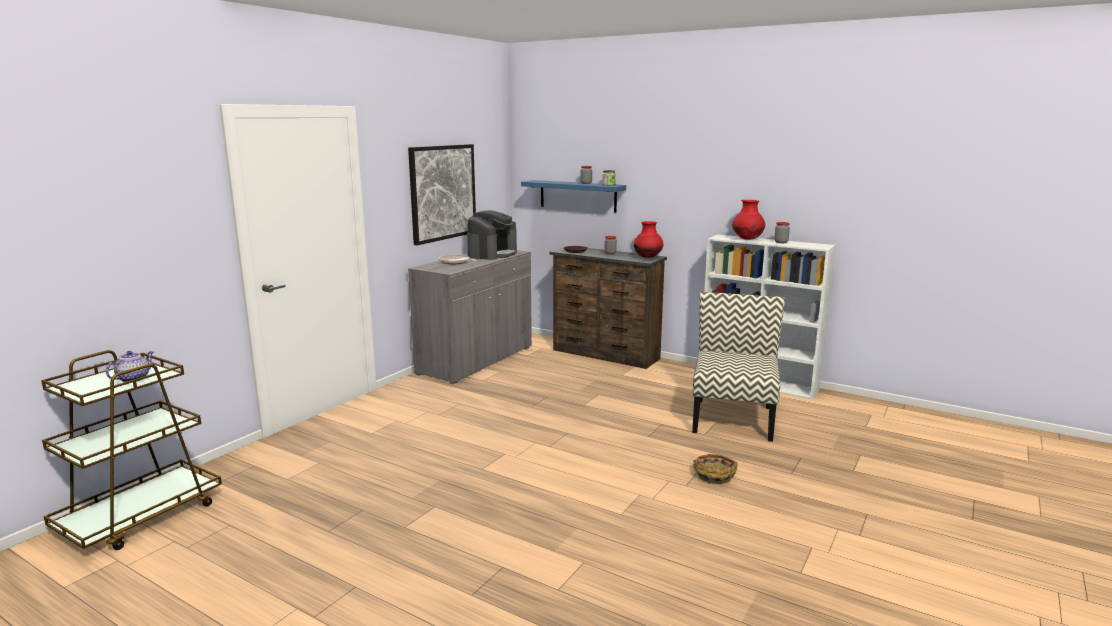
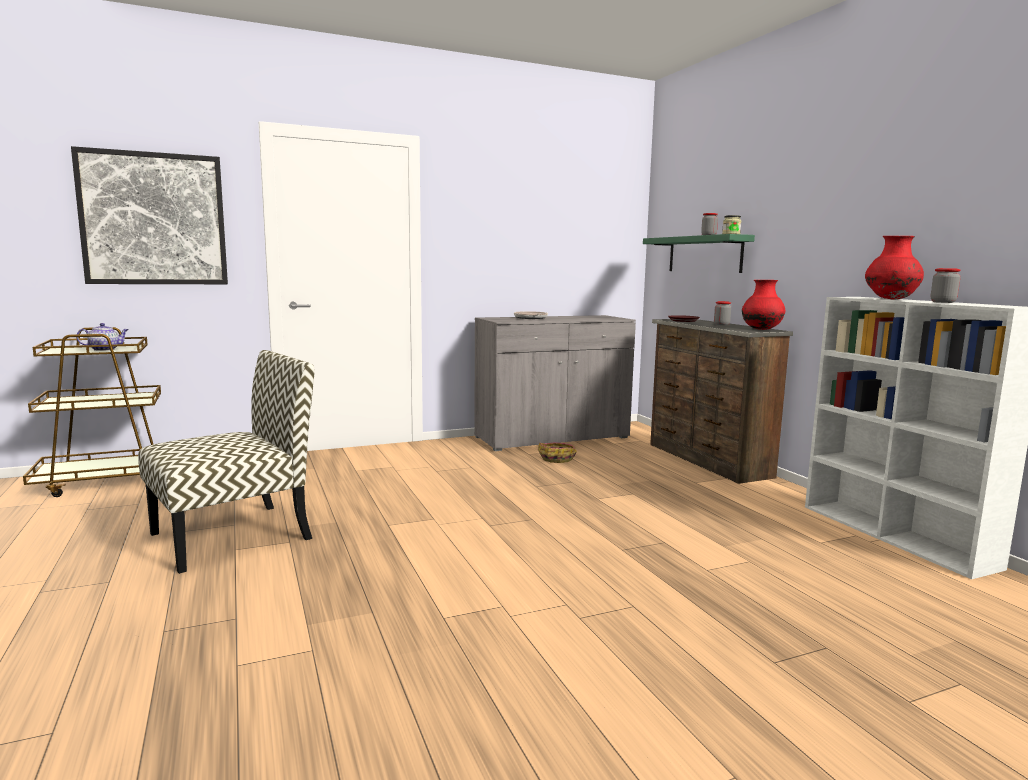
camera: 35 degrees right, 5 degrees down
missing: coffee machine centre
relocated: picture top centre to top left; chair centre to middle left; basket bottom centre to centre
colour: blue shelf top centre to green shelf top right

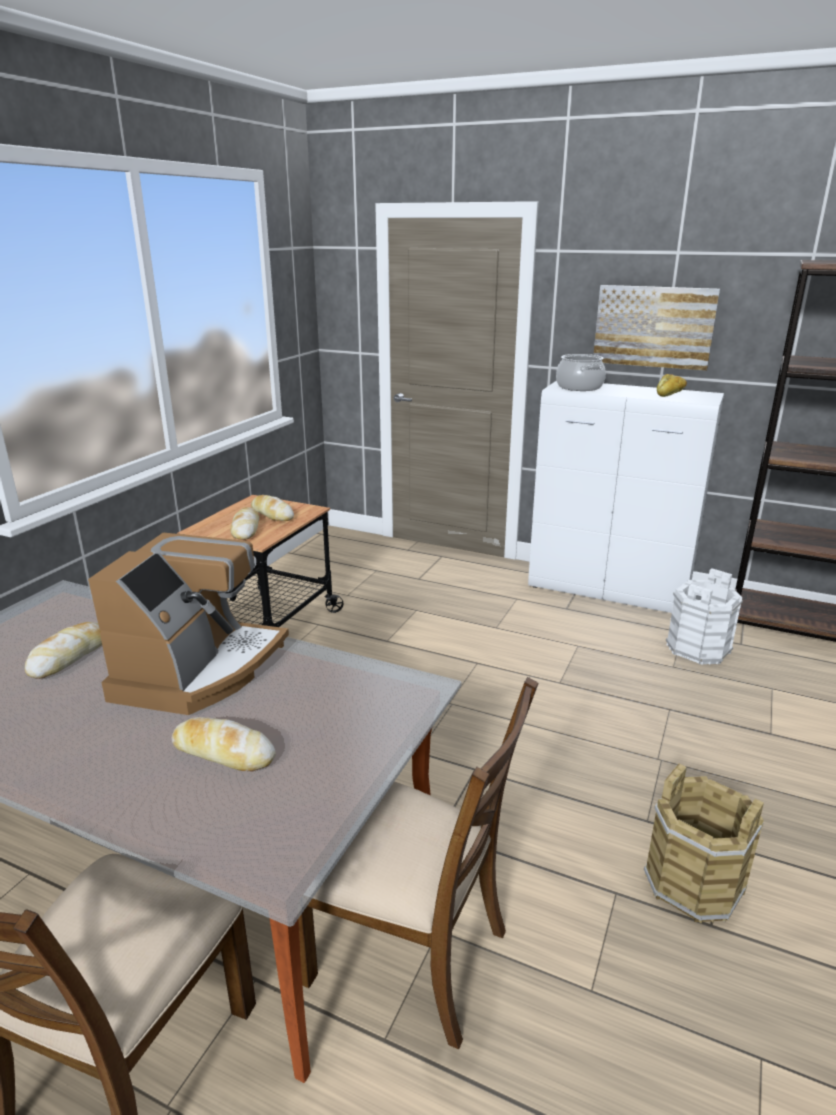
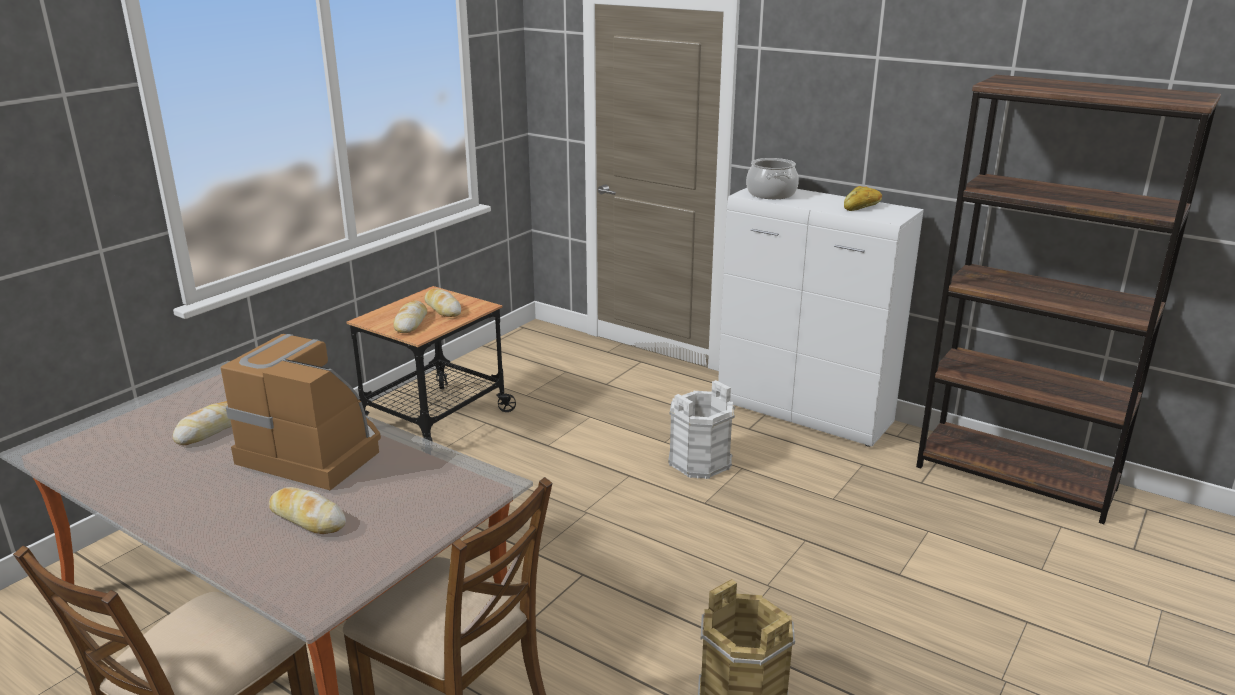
camera: 10 degrees right, 0 degrees up
missing: picture top right
relocated: white bucket middle right to centre
spun: coffee machine middle left = middle left 90 degrees counterclockwise

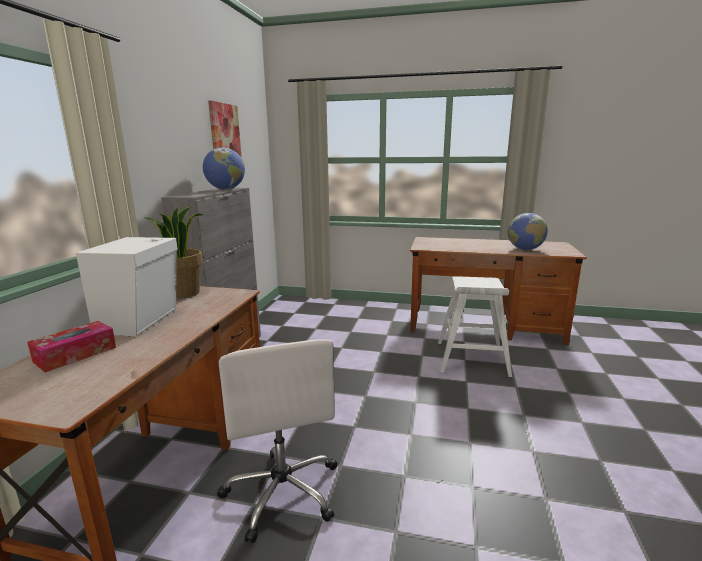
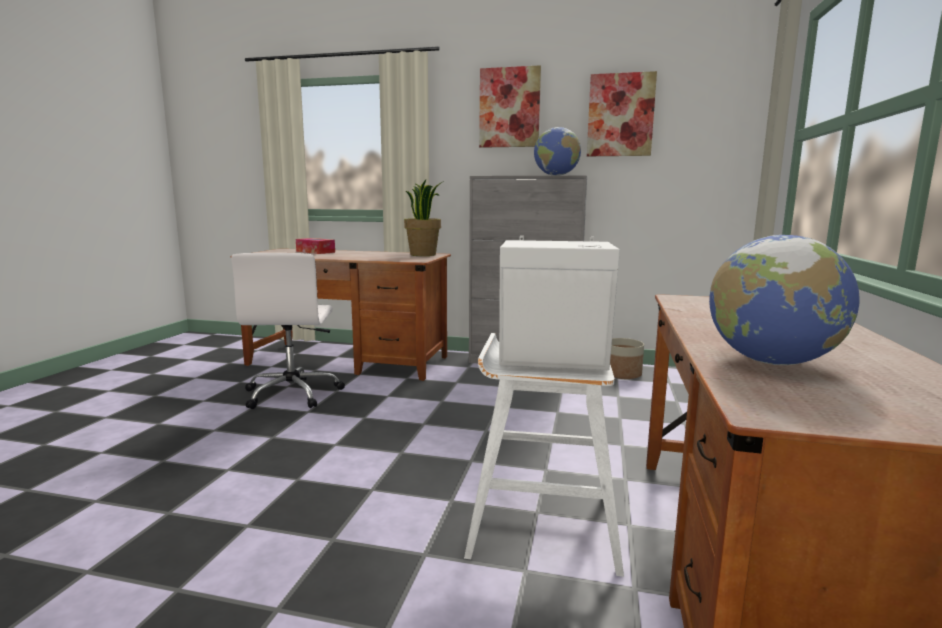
camera: 90 degrees right, 5 degrees down
appeared: picture (no. 1 from left) top centre; planter centre
relocated: white speaker middle left to centre
spun: white office chair bottom centre = middle left 75 degrees counterclockwise

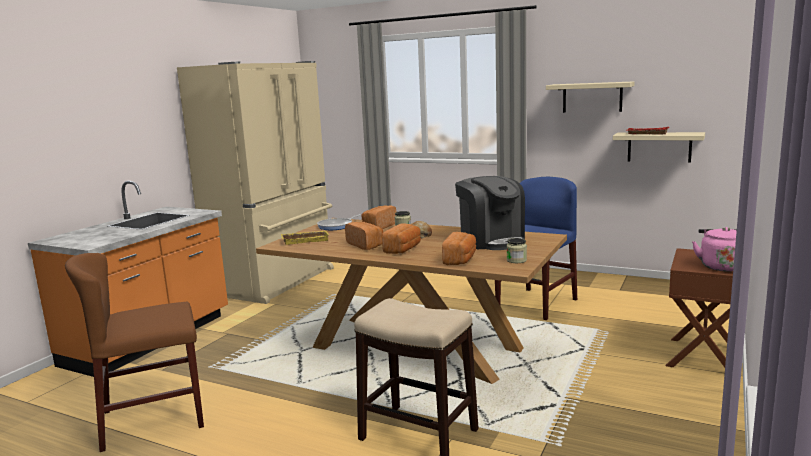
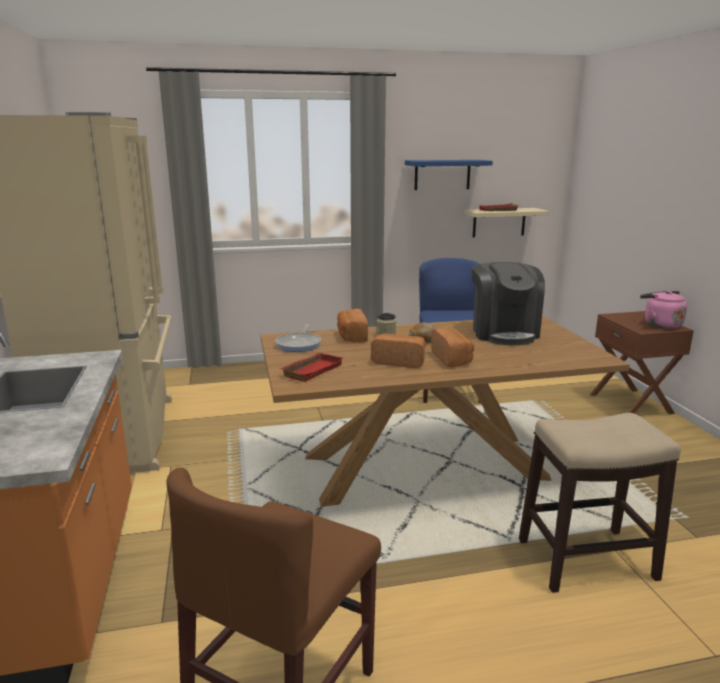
camera: 40 degrees left, 5 degrees up
missing: bread (no. 5 from left) centre; jar (no. 2 from left) centre
colour: yellow tray centre to red tray (no. 1 from left) centre; beige shelf (no. 1 from left) top right to blue shelf top centre
spun: coffee machine centre = middle right 60 degrees clockwise

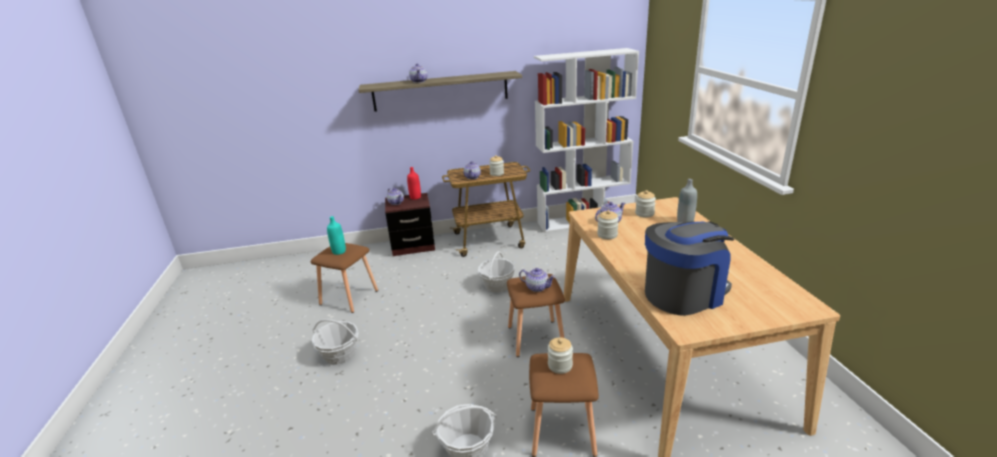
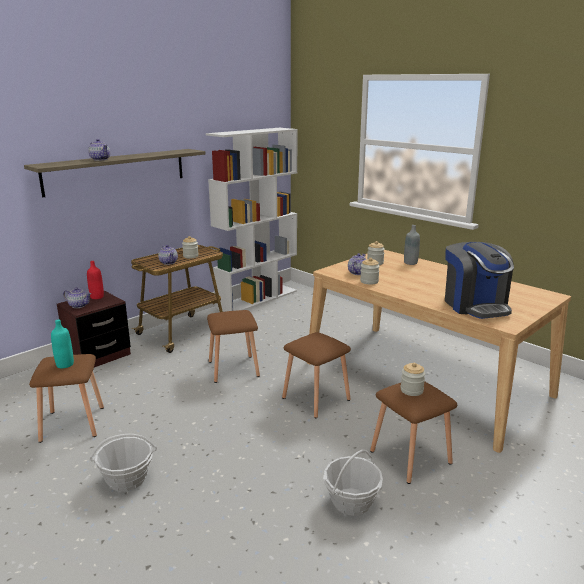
camera: 35 degrees left, 5 degrees down
missing: teapot (no. 4 from left) centre
exchanged: basket (no. 3 from left) centre to brown stool (no. 2 from left) centre
spun: coffee machine middle right = middle right 135 degrees clockwise

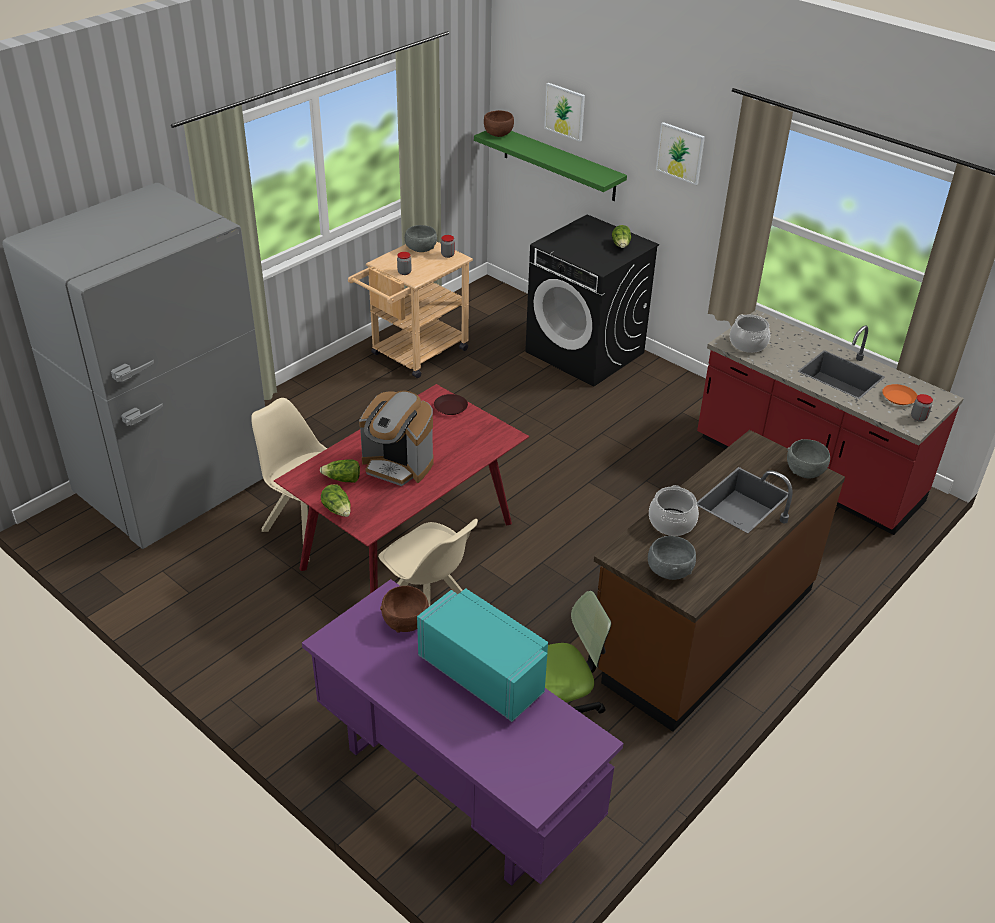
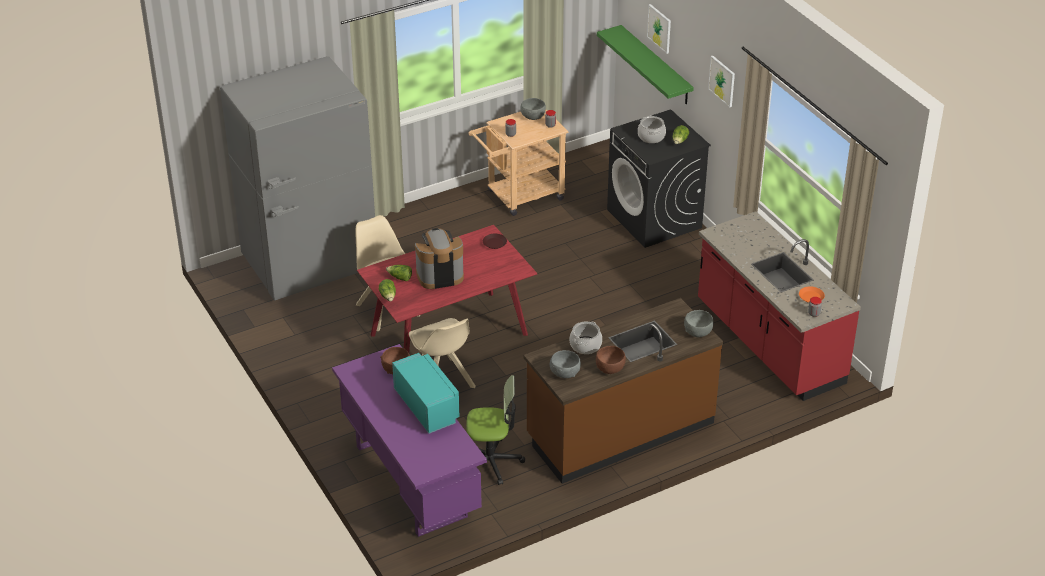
camera: 20 degrees right, 0 degrees up
relocated: brown bowl (no. 2 from left) top centre to centre; cooking pot (no. 2 from left) middle right to top centre
spun: coffee machine centre = centre 120 degrees clockwise

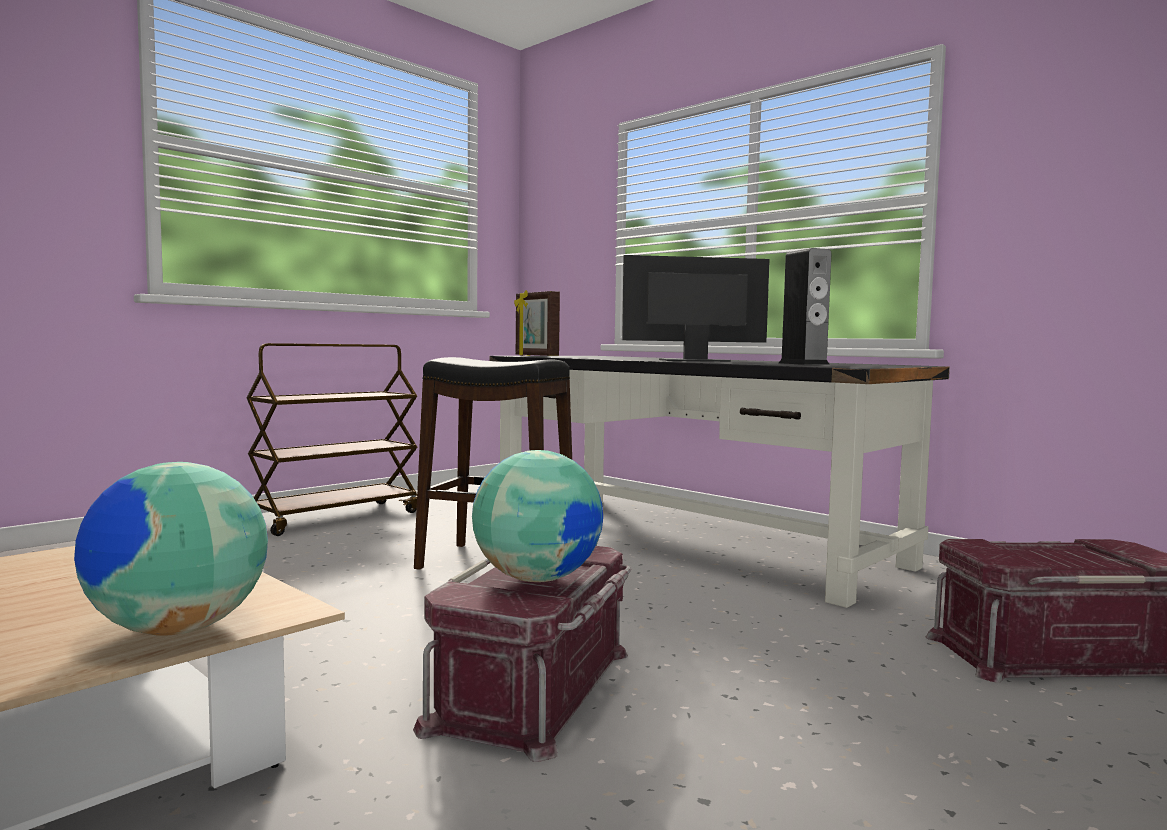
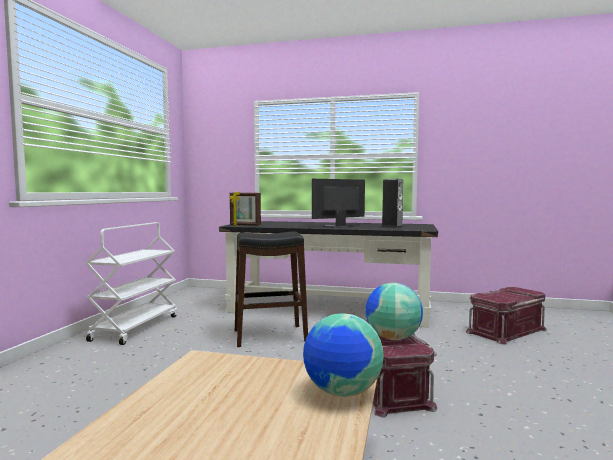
camera: 30 degrees left, 0 degrees up
colour: brown cart middle left to white cart middle left

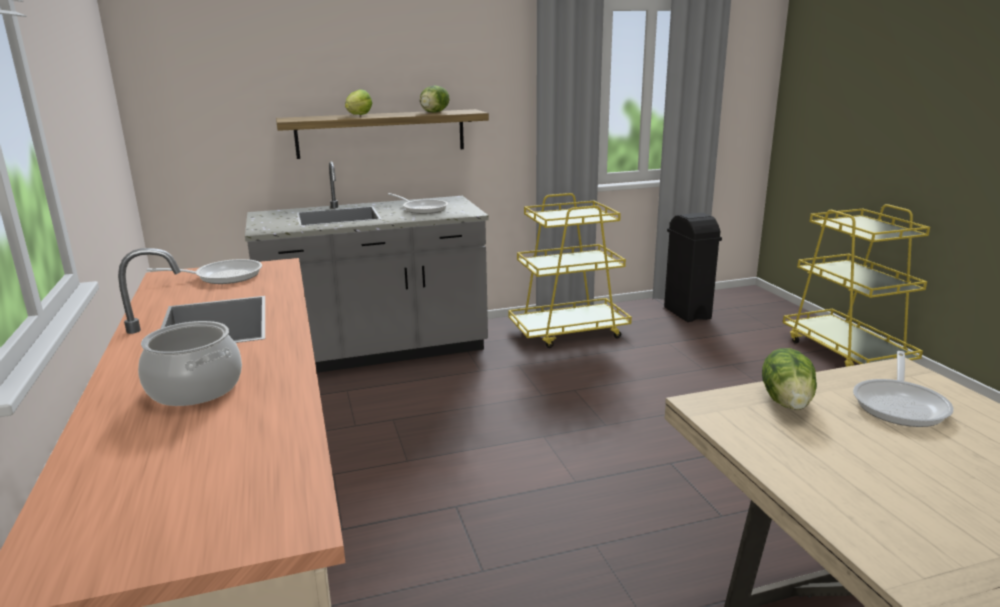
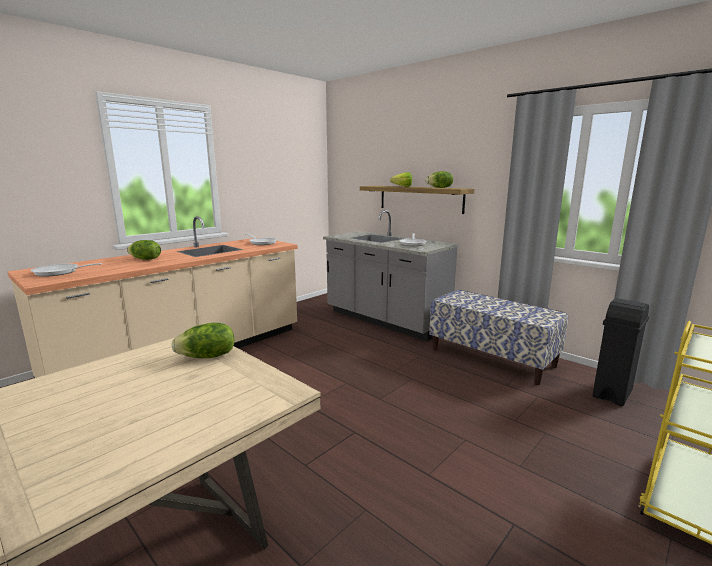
camera: 60 degrees right, 5 degrees down
relocated: frying pan (no. 3 from left in the first image) middle right to frying pan (no. 1 from left) middle left
exchanged: cooking pot middle left to lettuce (no. 1 from left) middle left; yellow cart (no. 1 from left) centre to bench middle right

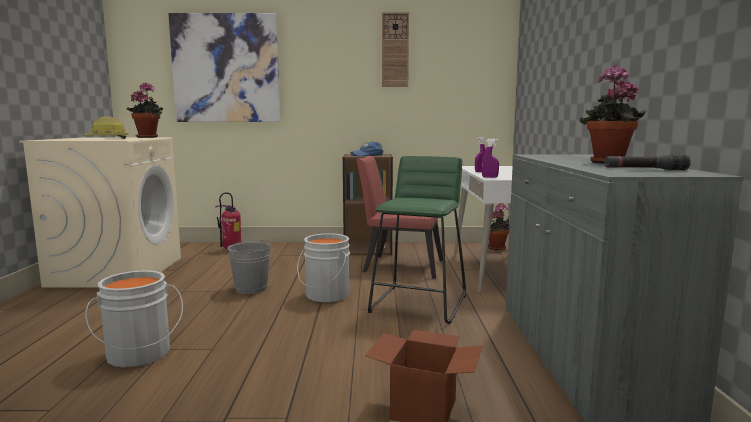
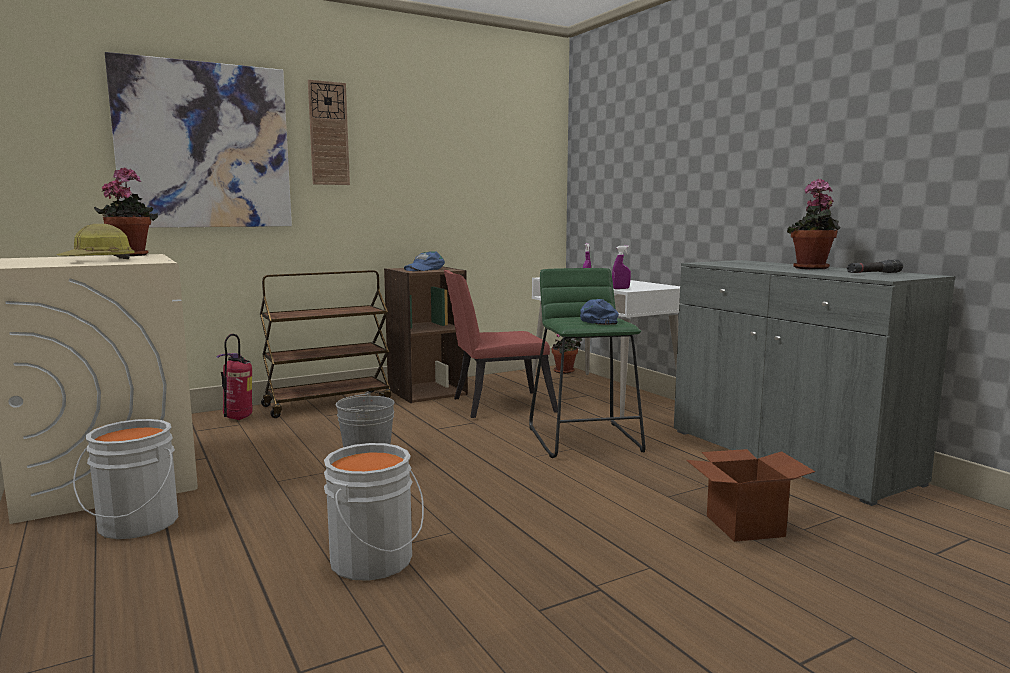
camera: 30 degrees left, 0 degrees up
appeared: brown cart middle left; blue cap (no. 2 from left) centre
relocated: grey bucket (no. 3 from left in the first image) centre to grey bucket (no. 1 from left) bottom left; wall clock top centre to top left

